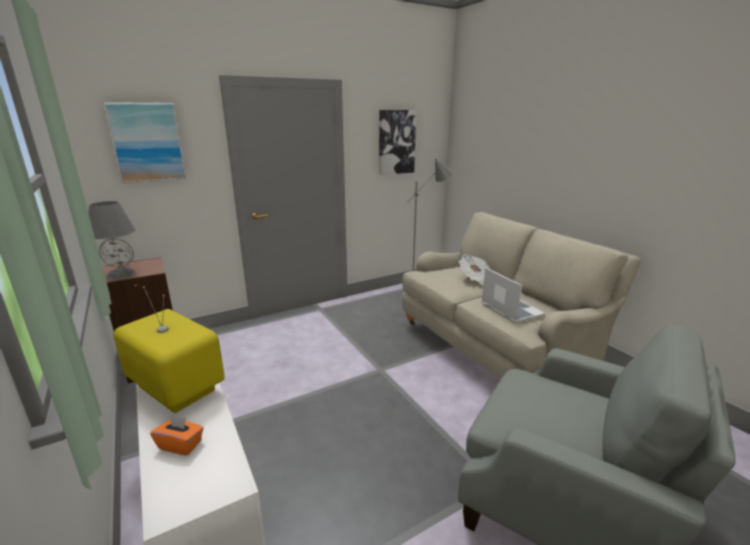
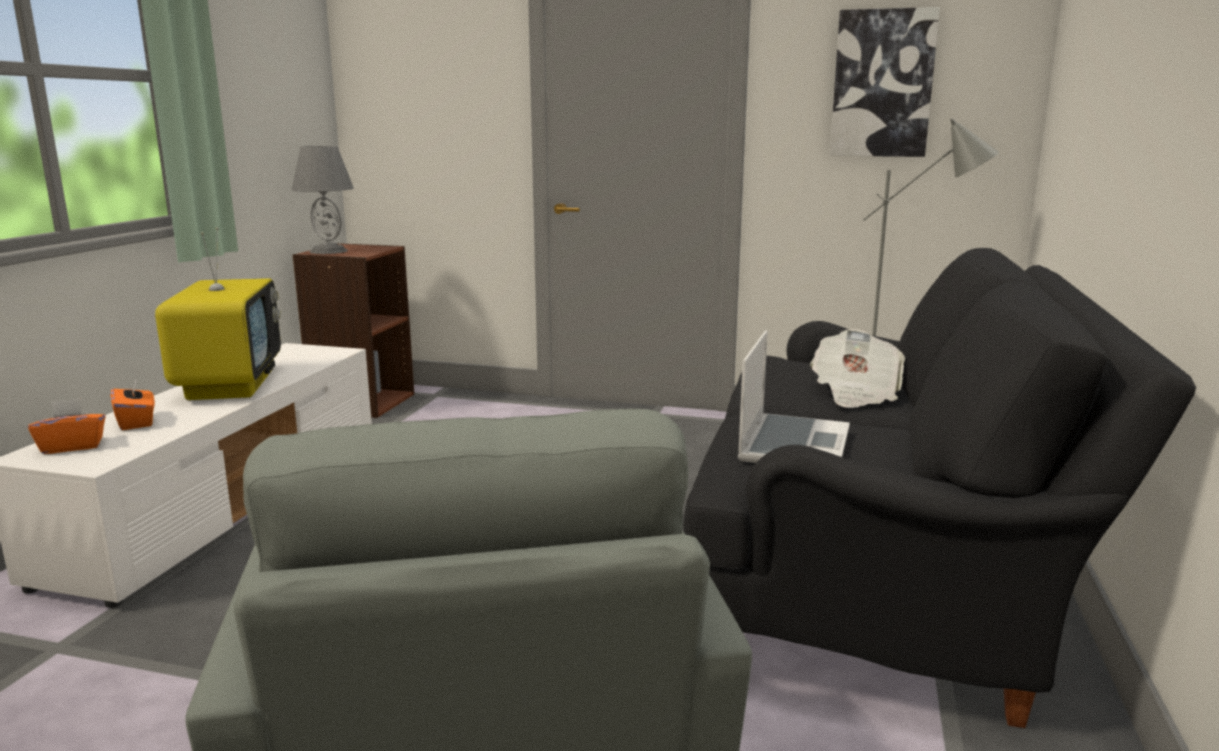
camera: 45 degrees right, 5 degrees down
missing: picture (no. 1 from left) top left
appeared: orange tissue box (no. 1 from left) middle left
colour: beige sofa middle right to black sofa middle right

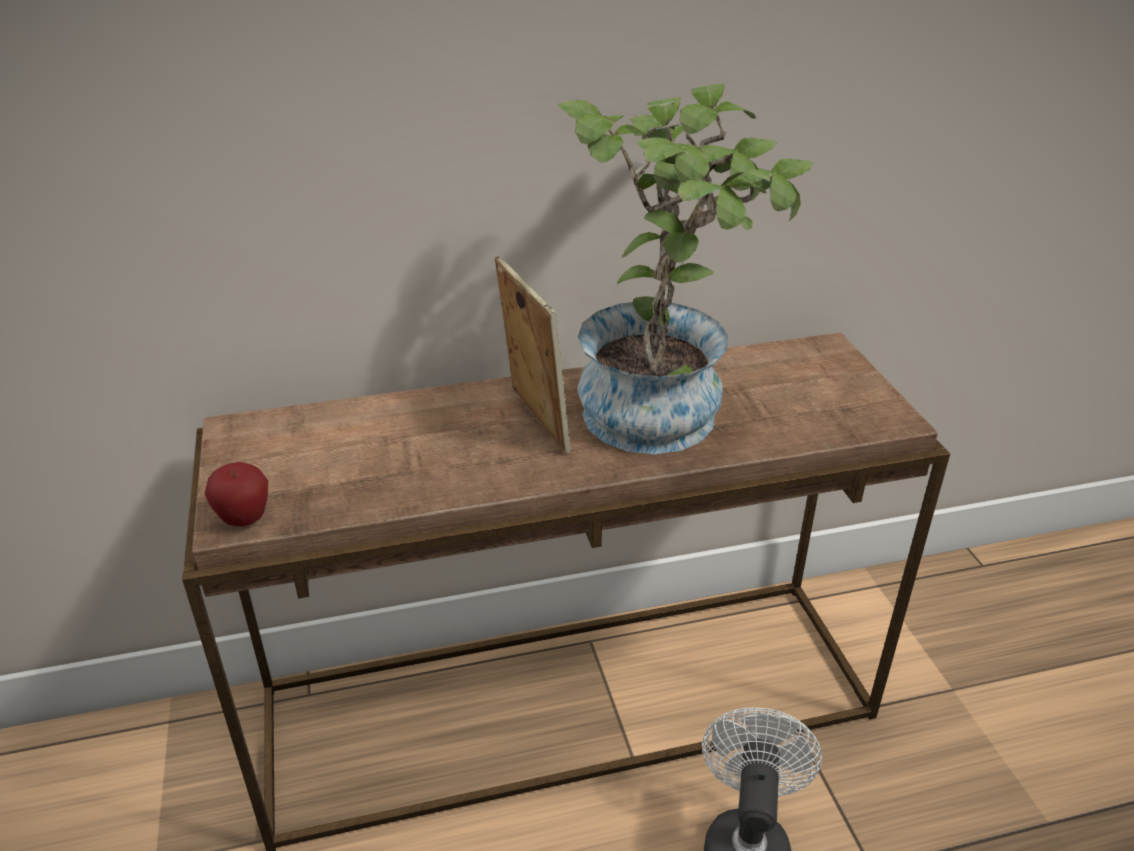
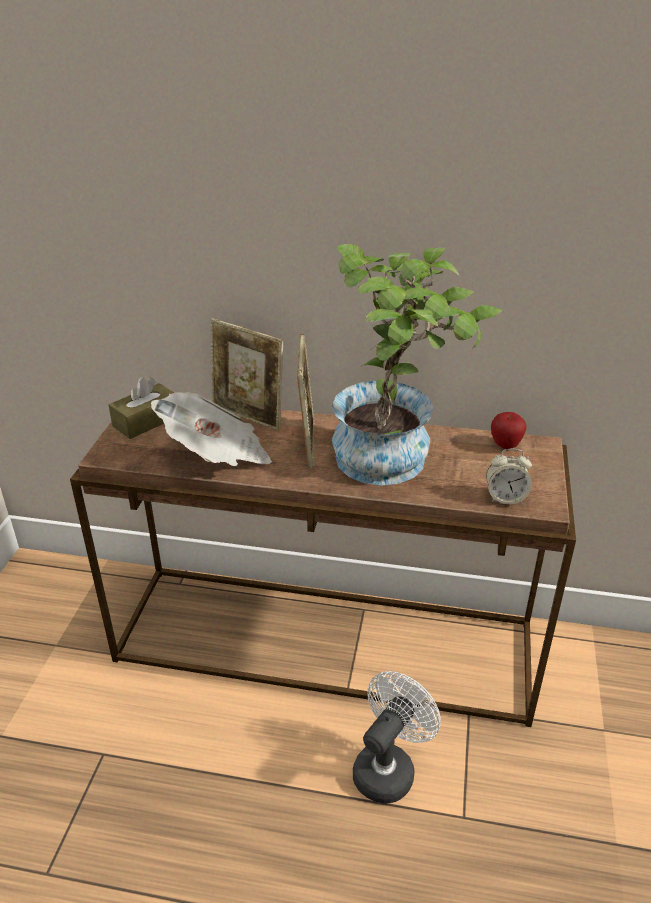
camera: 25 degrees right, 0 degrees up
appeared: brown tissue box middle left; newspaper middle left; picture frame (no. 1 from left) centre; alarm clock middle right
relocated: apple middle left to middle right

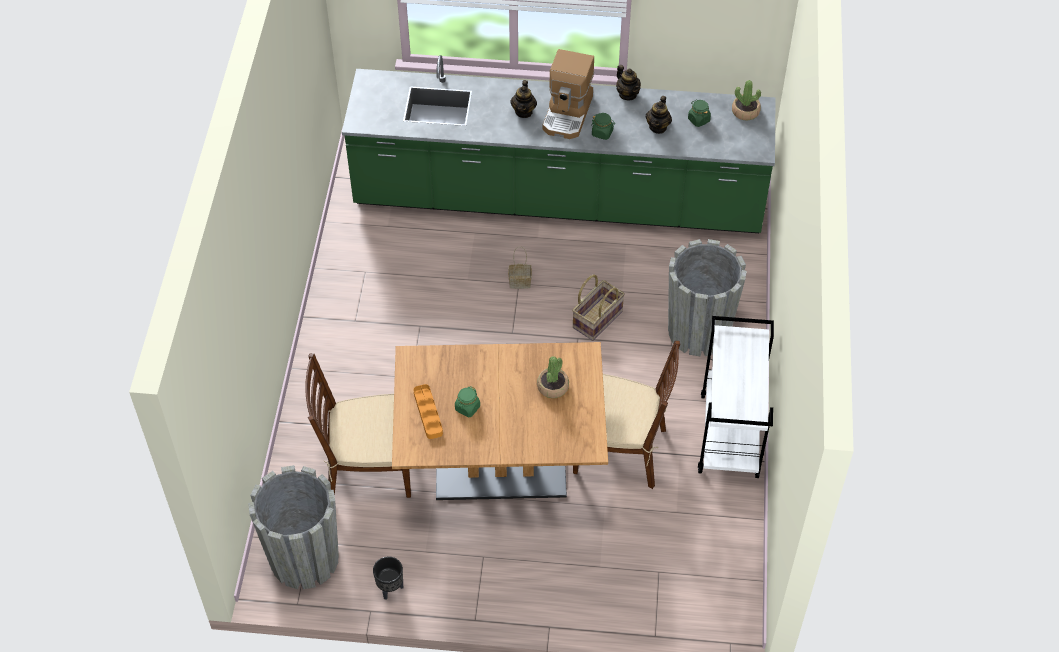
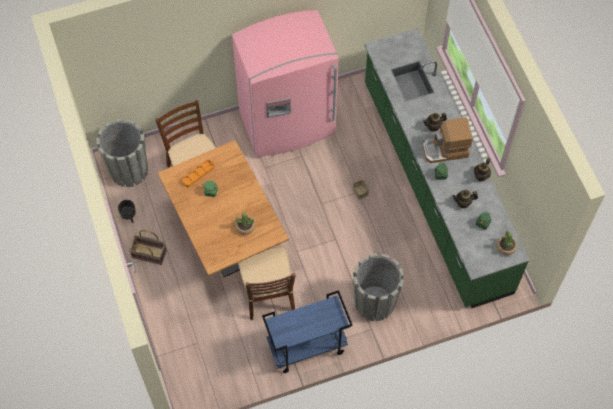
camera: 65 degrees right, 10 degrees up
appeared: pink fridge top centre
relocated: basket (no. 2 from left in the first image) centre to basket (no. 1 from left) middle left
colour: white cart middle right to blue cart bottom centre

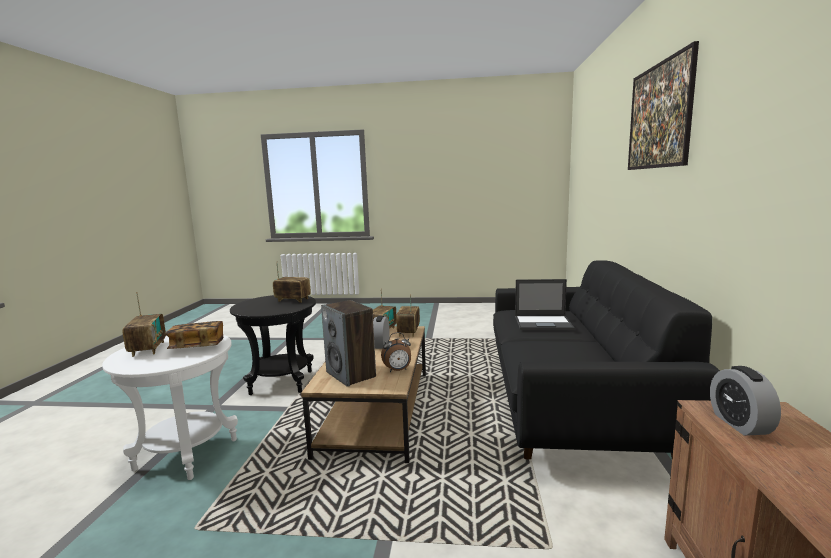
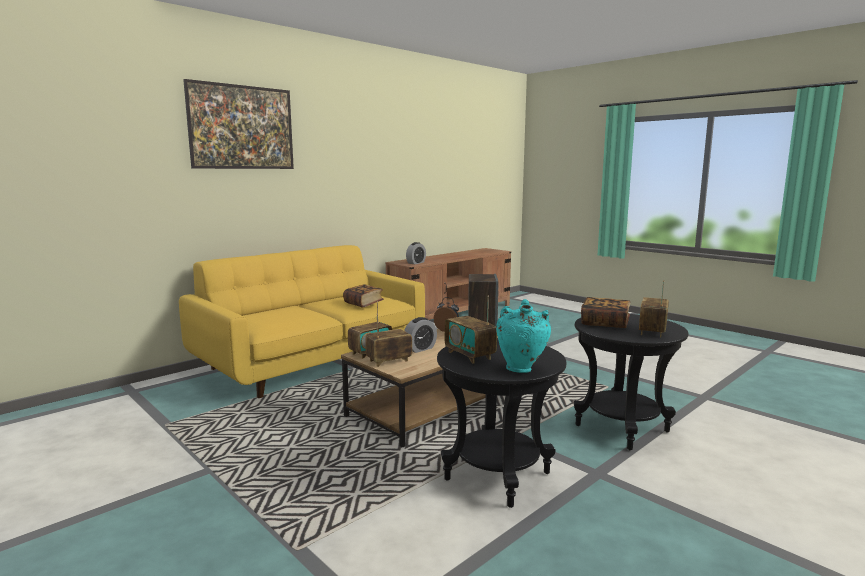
camera: 140 degrees left, 0 degrees up
missing: laptop centre
appeared: book (no. 1 from left) centre; turquoise vase centre
colour: white side table bottom left to black side table (no. 2 from left) middle right; black sofa middle right to yellow sofa centre

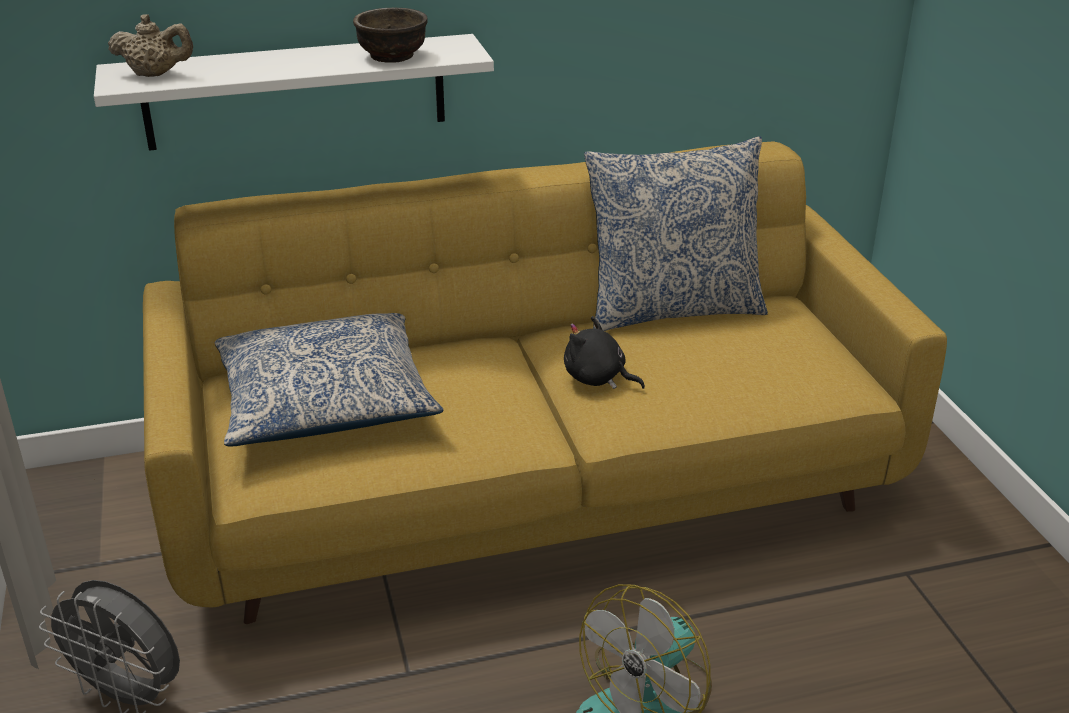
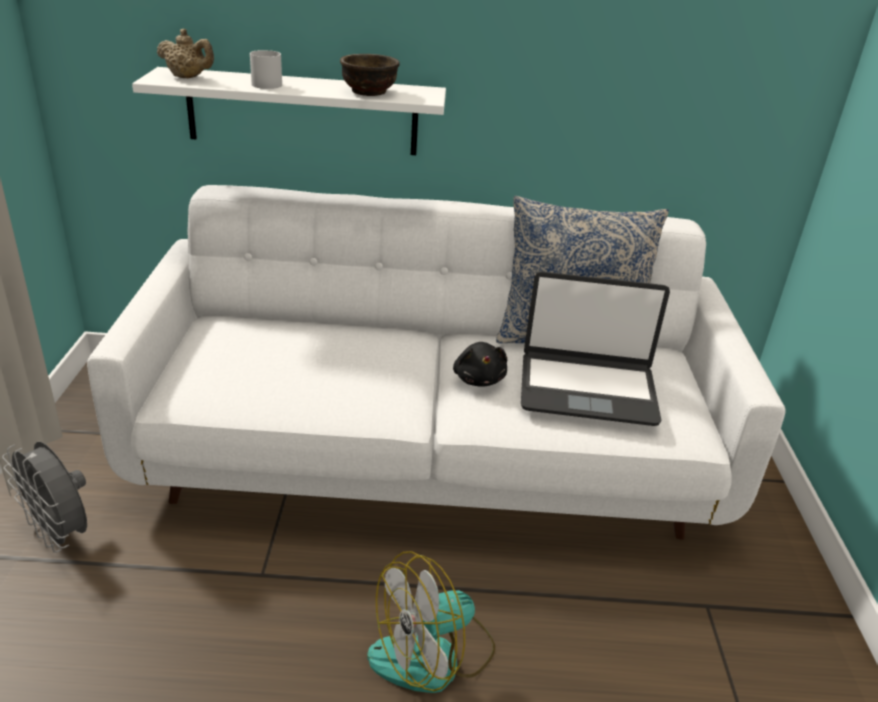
camera: 15 degrees right, 0 degrees up
missing: pillow (no. 1 from left) middle left
appeared: white mug top left; laptop middle right
colour: yellow sofa centre to white sofa centre
spun: black plush toy centre = centre 150 degrees counterclockwise

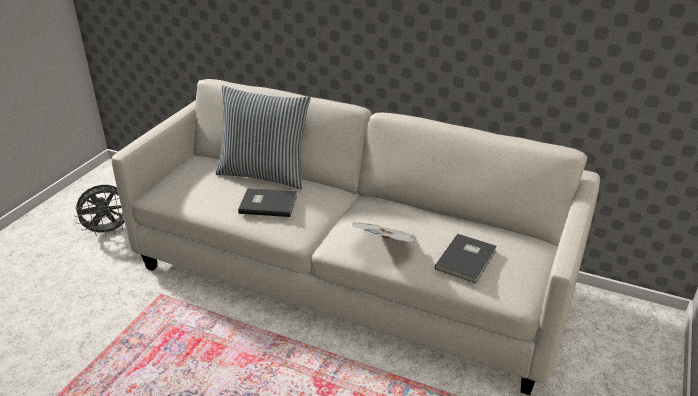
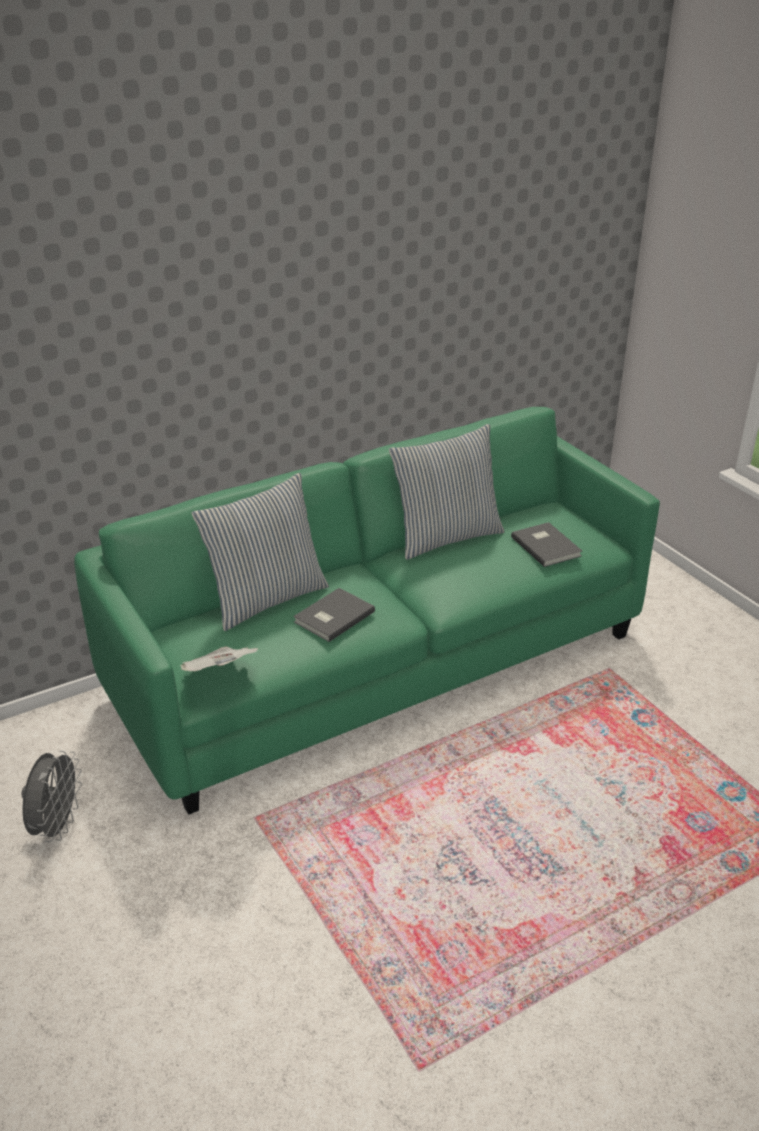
camera: 55 degrees left, 0 degrees up
appeared: pillow (no. 2 from left) centre
relocated: newspaper centre to middle left
colour: white sofa centre to green sofa centre

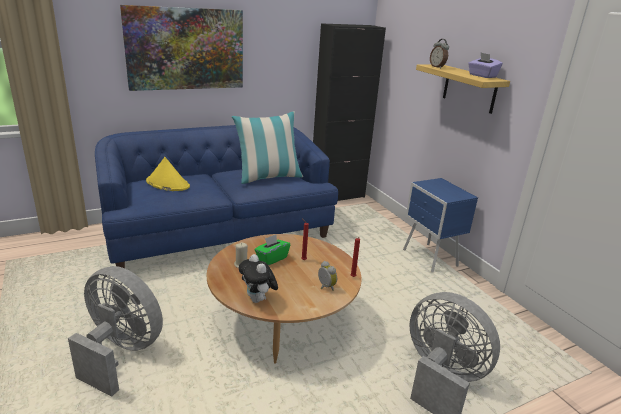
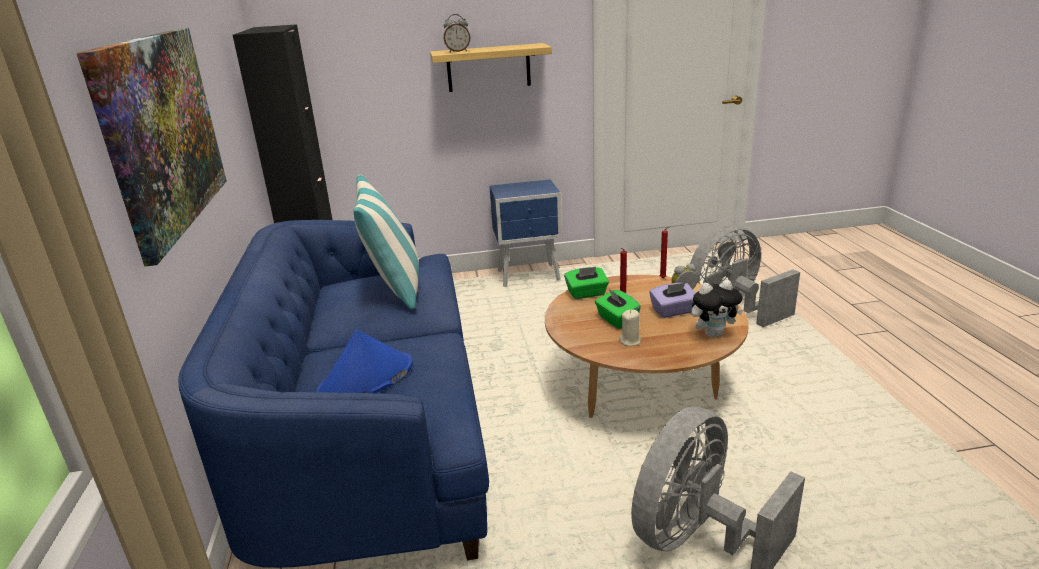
camera: 70 degrees left, 0 degrees up
appeared: green tissue box (no. 1 from left) centre
relocated: purple tissue box top right to centre
colour: yellow hat middle left to blue hat centre

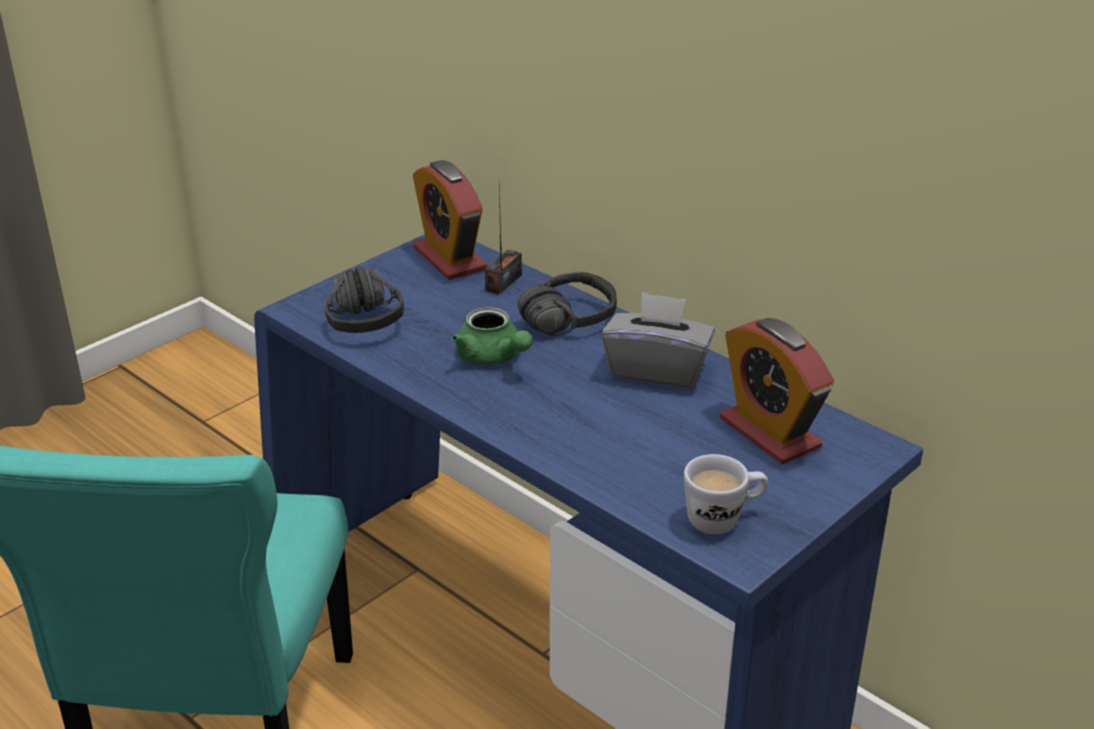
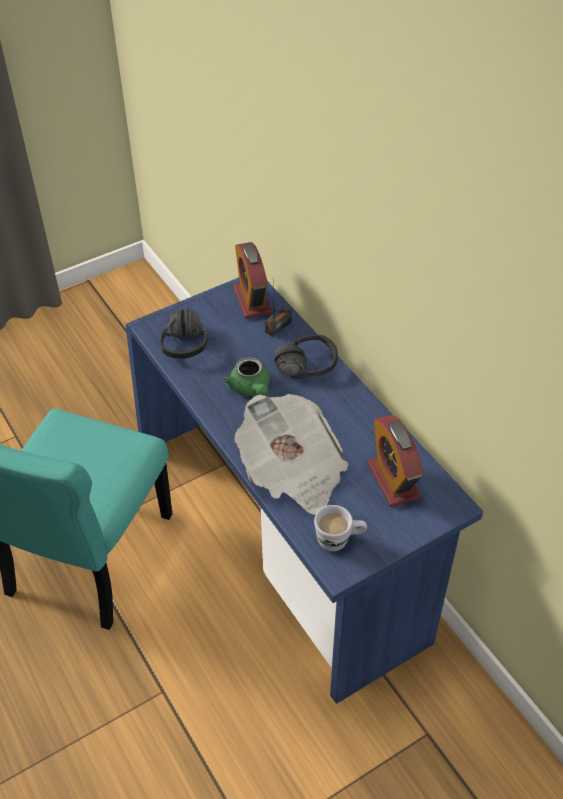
camera: 15 degrees right, 15 degrees up
missing: grey tissue box centre
appeared: newspaper centre

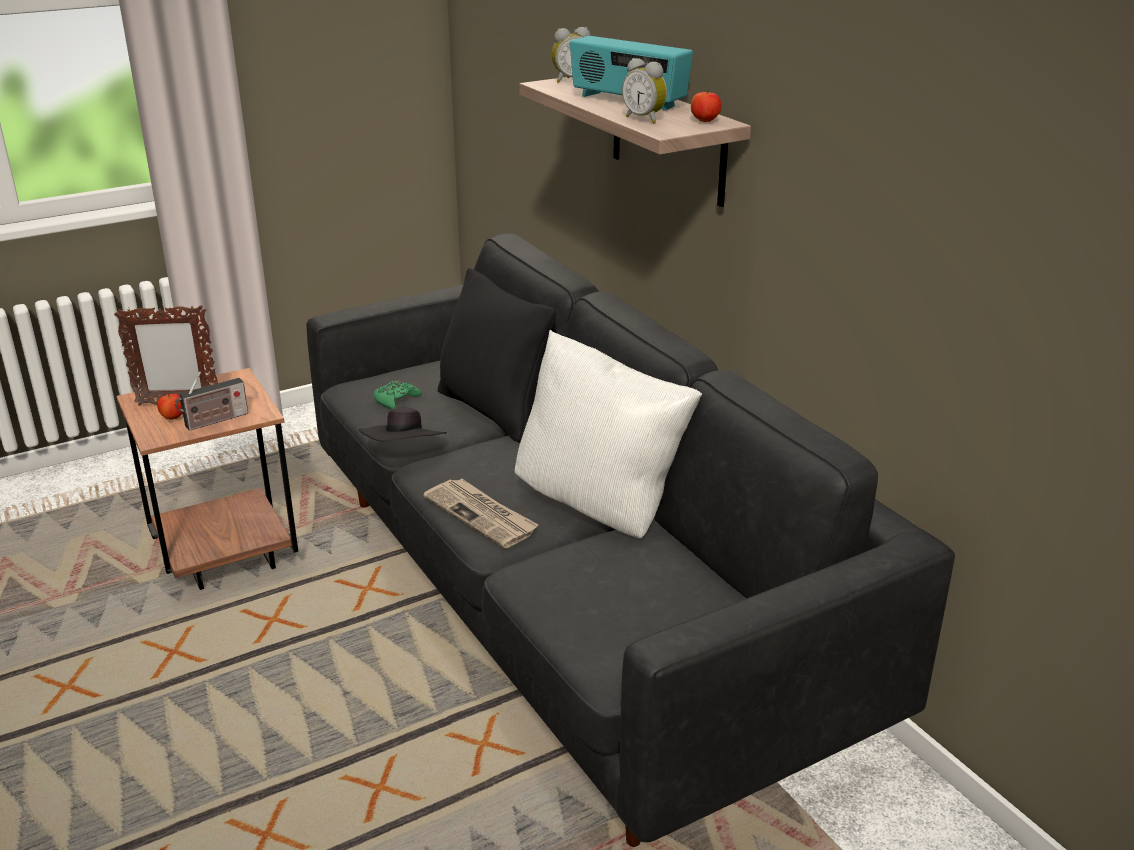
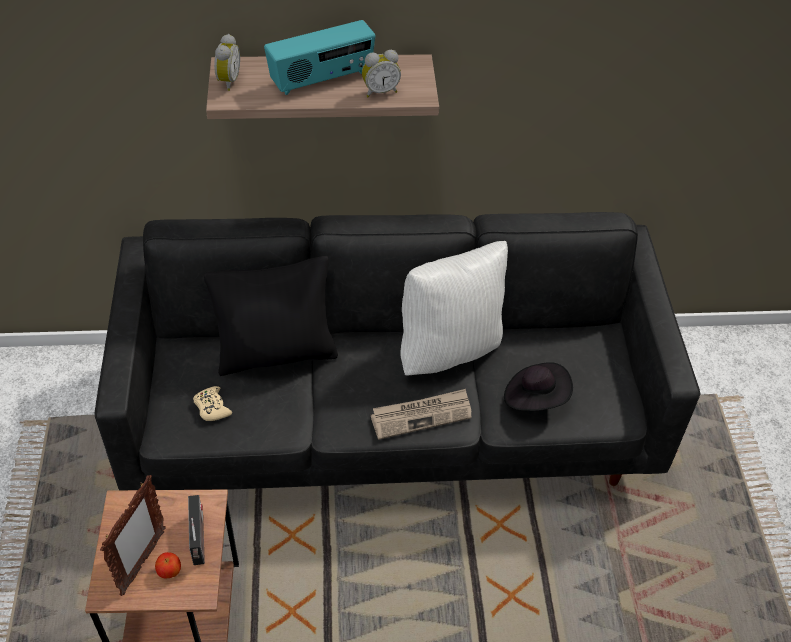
camera: 65 degrees left, 20 degrees up
missing: apple (no. 2 from left) top centre
relocated: black hat centre to middle right
colour: green game controller centre to beige game controller middle left

